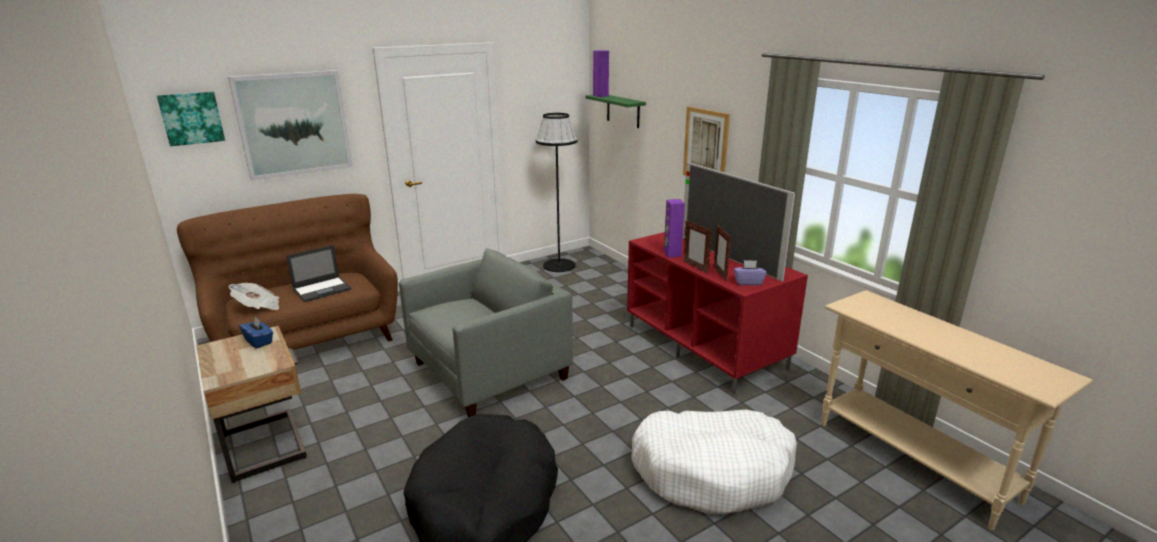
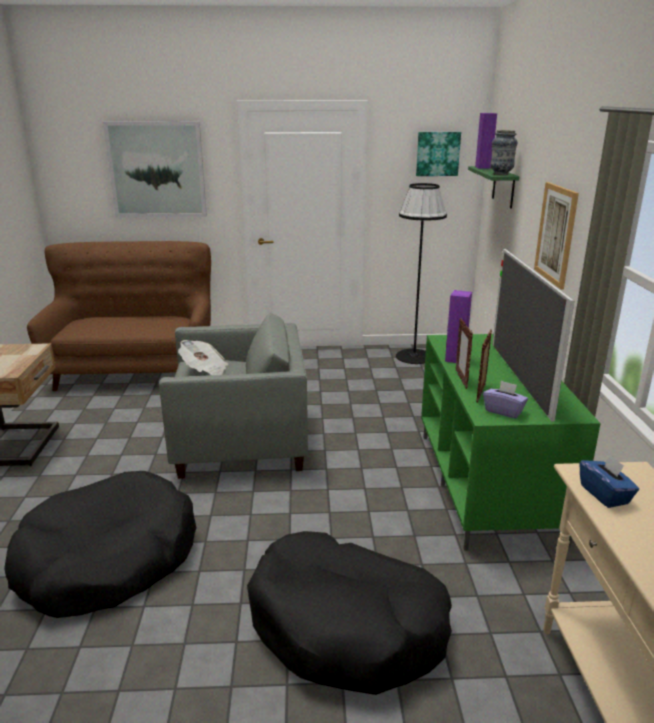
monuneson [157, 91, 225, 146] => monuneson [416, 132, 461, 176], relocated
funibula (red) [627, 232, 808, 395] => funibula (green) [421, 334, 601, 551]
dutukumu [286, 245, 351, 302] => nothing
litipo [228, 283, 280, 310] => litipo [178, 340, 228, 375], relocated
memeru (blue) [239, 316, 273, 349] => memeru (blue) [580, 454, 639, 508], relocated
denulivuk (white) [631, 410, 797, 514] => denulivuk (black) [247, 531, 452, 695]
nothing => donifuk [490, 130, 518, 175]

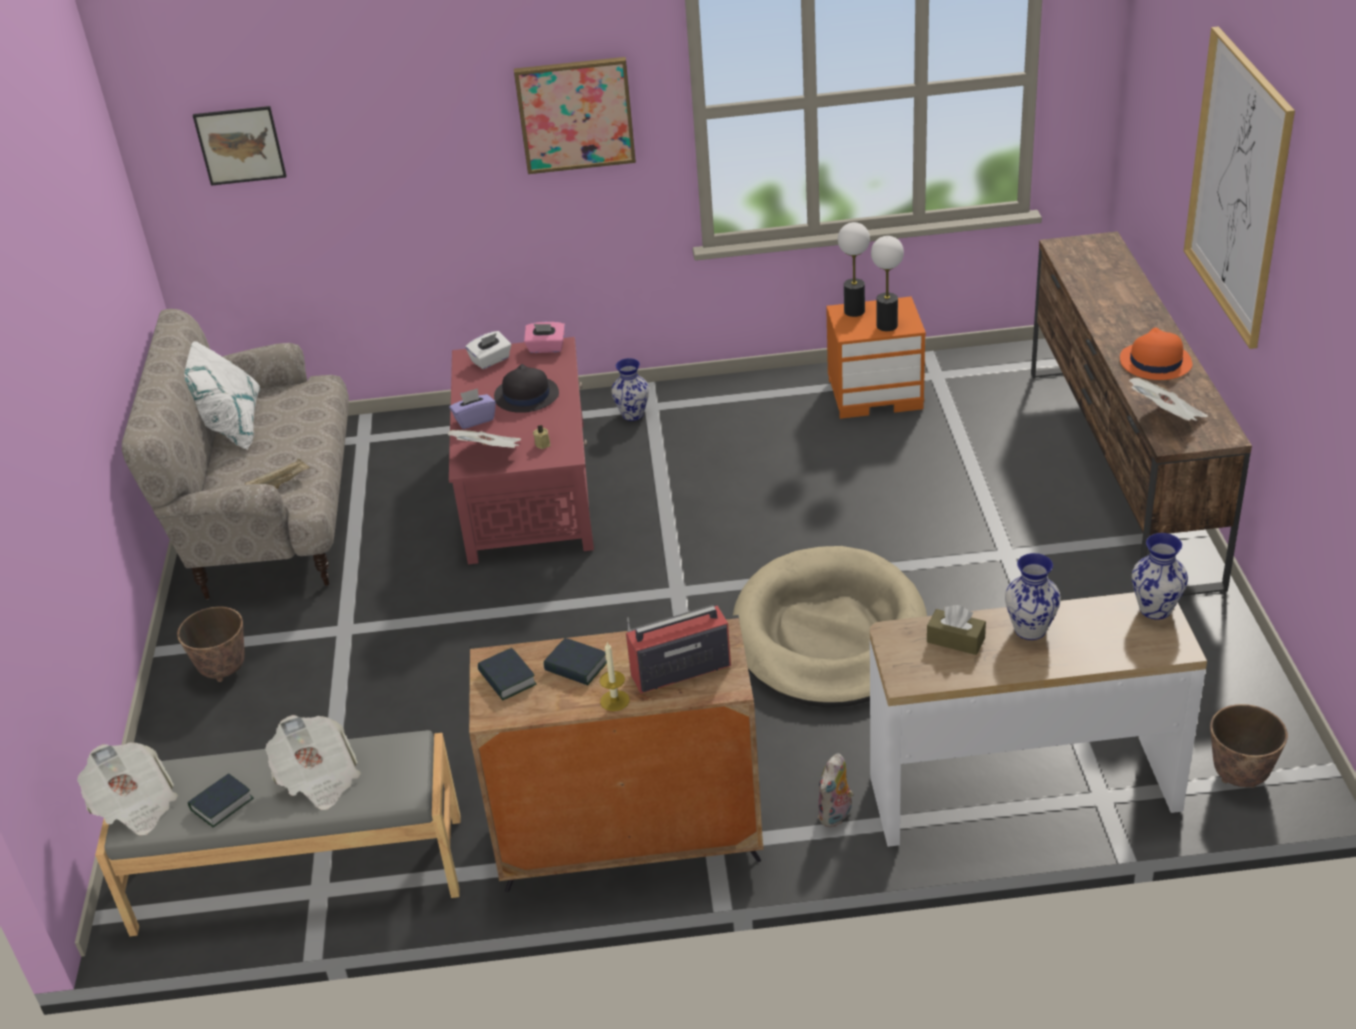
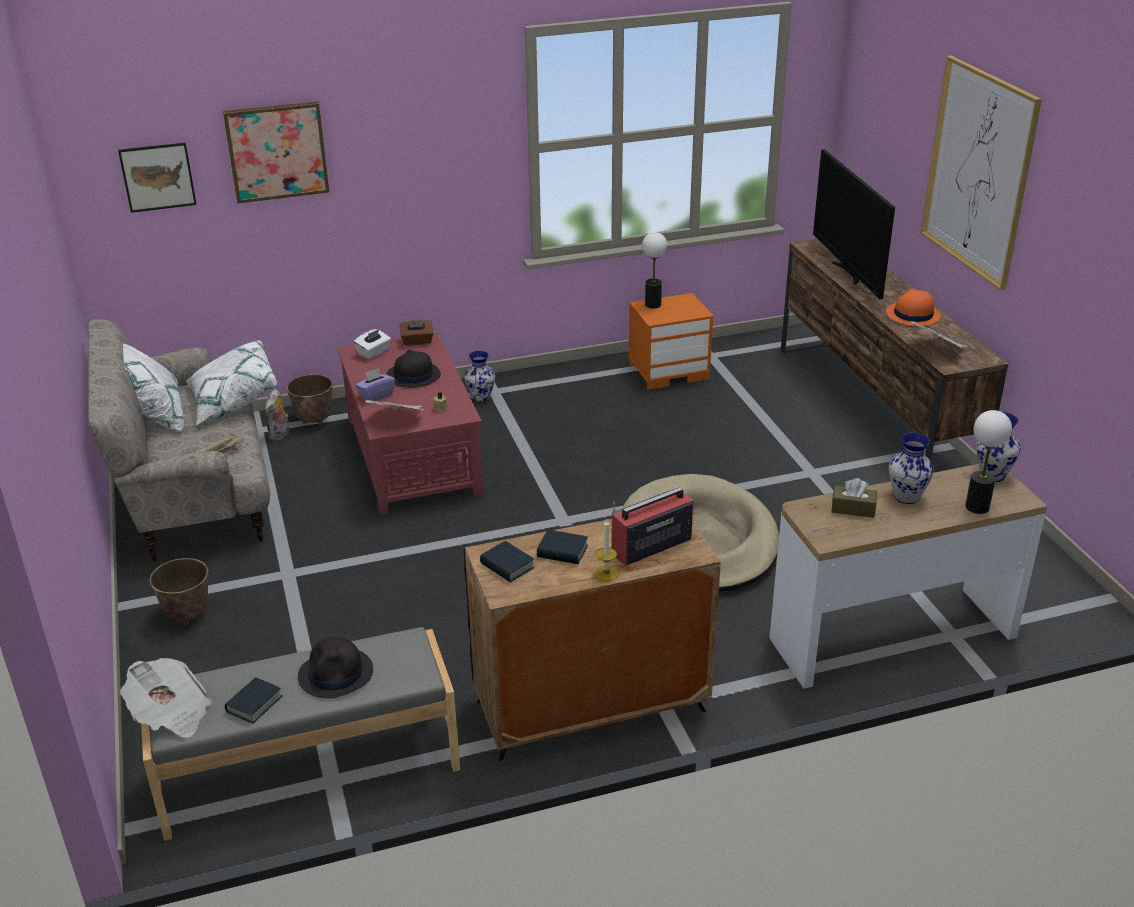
monuneson [514, 57, 636, 174] => monuneson [223, 101, 329, 203], relocated
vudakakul [871, 236, 904, 331] => vudakakul [965, 410, 1012, 514], relocated
memeru (pink) [524, 322, 565, 353] => memeru (brown) [399, 320, 434, 346]
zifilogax [1210, 704, 1288, 788] => zifilogax [286, 374, 333, 425], relocated
litipo [265, 715, 361, 810] => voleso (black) [298, 637, 373, 699]
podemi [817, 753, 854, 828] => podemi [264, 389, 290, 441], relocated
nothing => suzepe [813, 149, 895, 299]
nothing => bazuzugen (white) [186, 340, 277, 425]

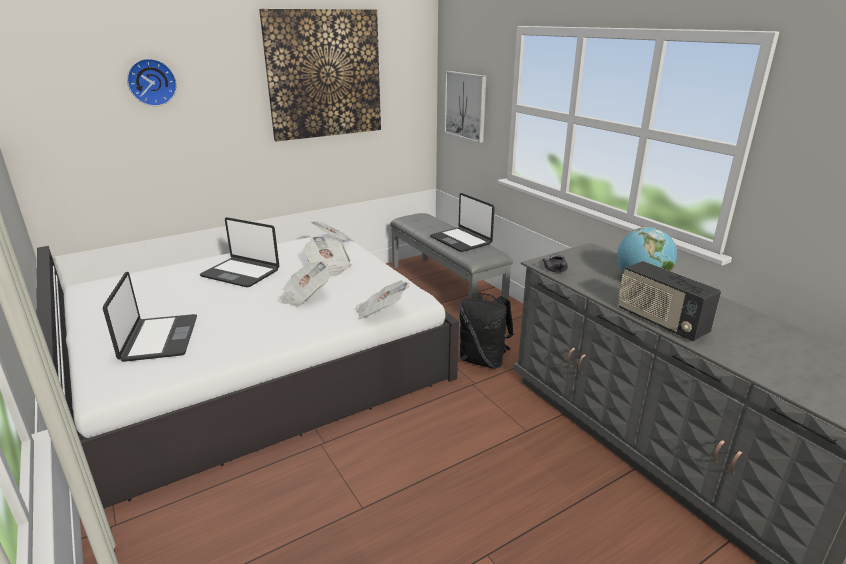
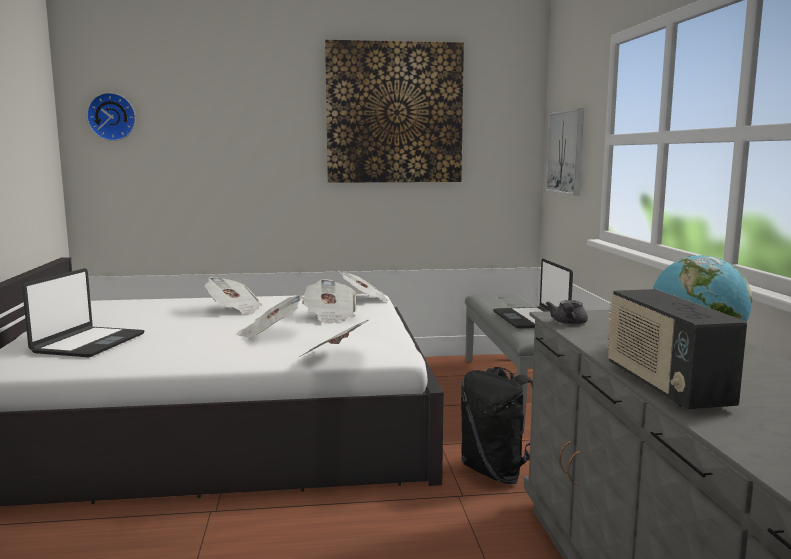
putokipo [127, 58, 177, 106] => putokipo [86, 93, 136, 141], relocated
dutukumu [200, 217, 279, 287] => litipo [205, 277, 263, 315]

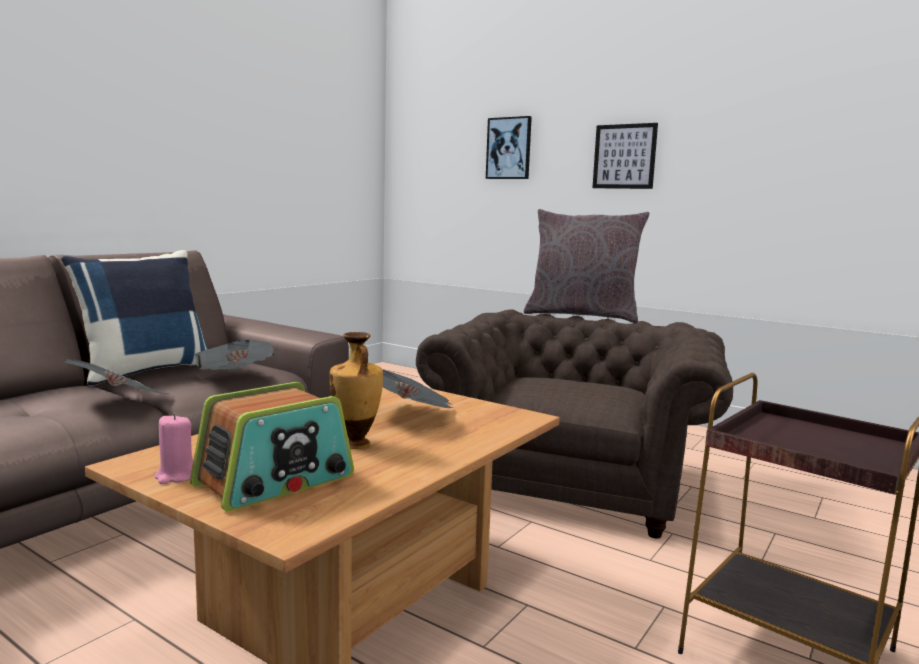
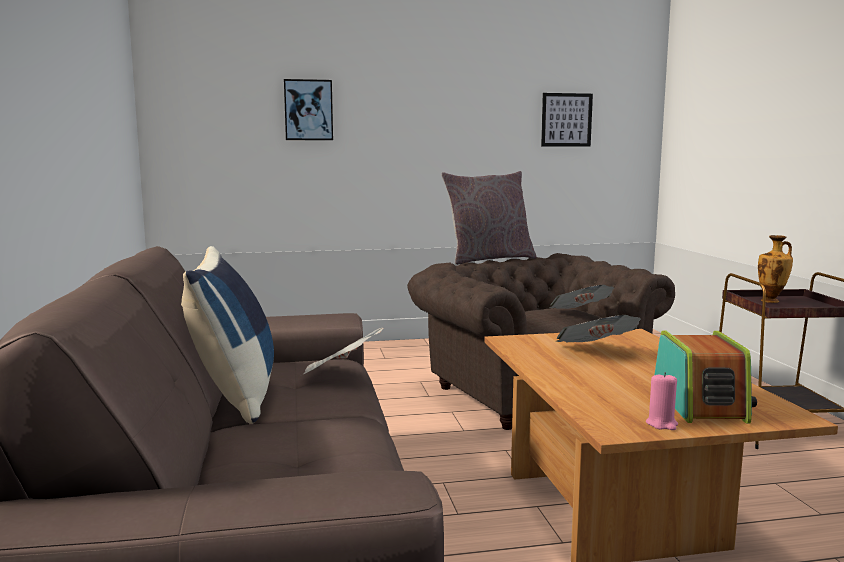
monuneson [592, 123, 658, 189] => monuneson [541, 93, 593, 147], relocated
donifuk [330, 332, 383, 449] => donifuk [758, 235, 793, 303], relocated
litipo [64, 359, 169, 394] => litipo [549, 285, 614, 309], relocated

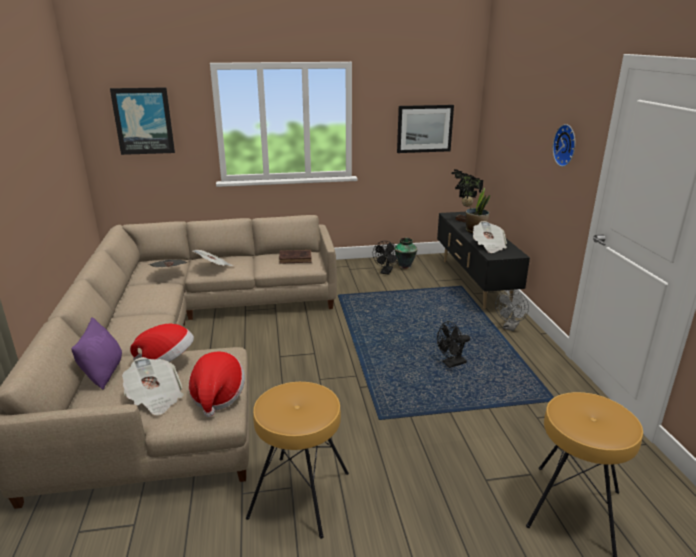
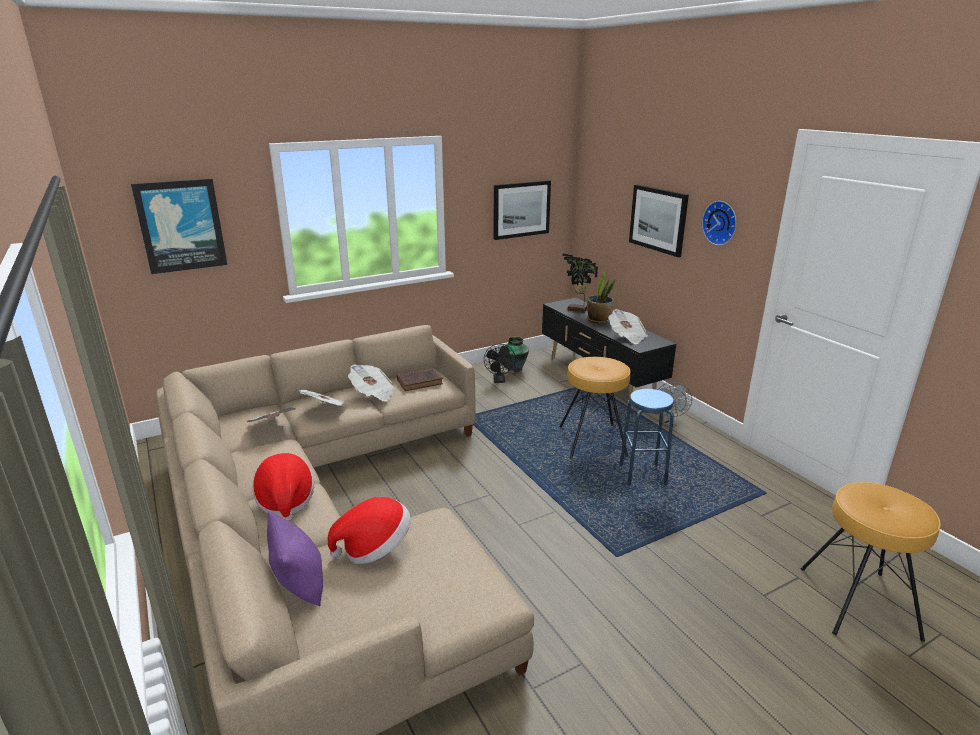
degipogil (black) [437, 321, 470, 368] => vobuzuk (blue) [620, 389, 674, 486]
voleso [189, 352, 245, 417] => voleso [252, 453, 314, 521], relocated
litipo [122, 357, 184, 416] => litipo [348, 364, 396, 401], relocated
vobuzuk (brown) [246, 382, 349, 539] => vobuzuk (brown) [560, 357, 631, 459], relocated
nothing => monuneson [629, 185, 689, 257]

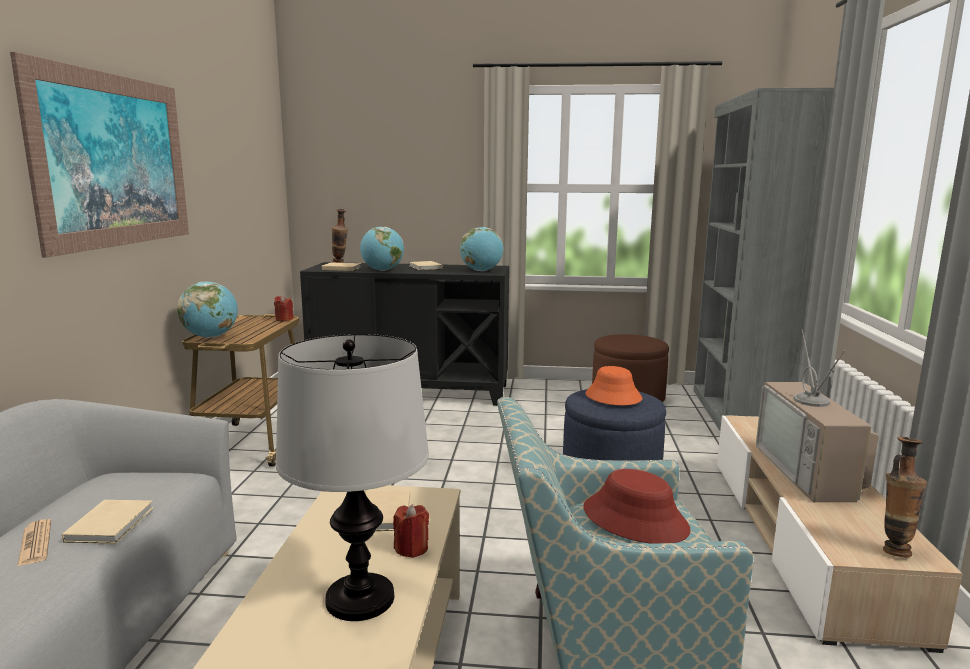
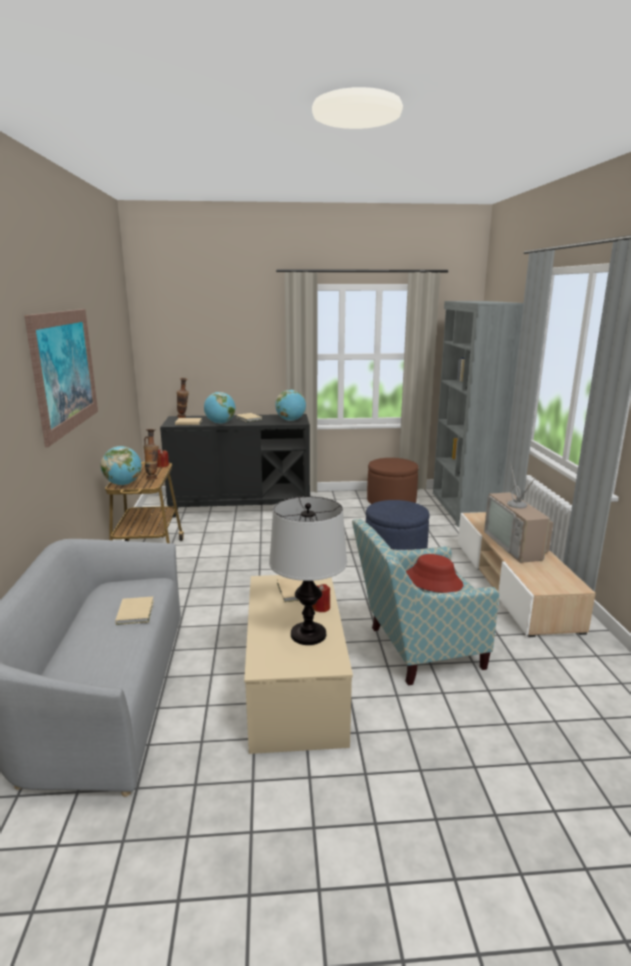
voleso (orange) [585, 366, 642, 405] => nothing
donifuk [883, 437, 927, 557] => donifuk [144, 429, 159, 480], relocated
litipo [17, 519, 51, 567] => nothing

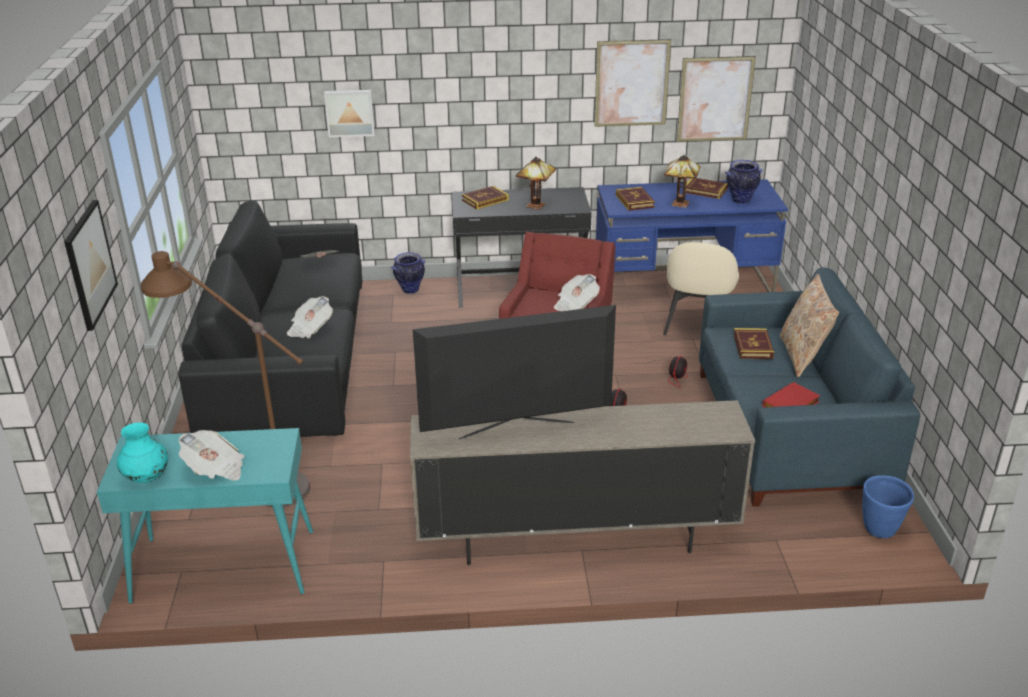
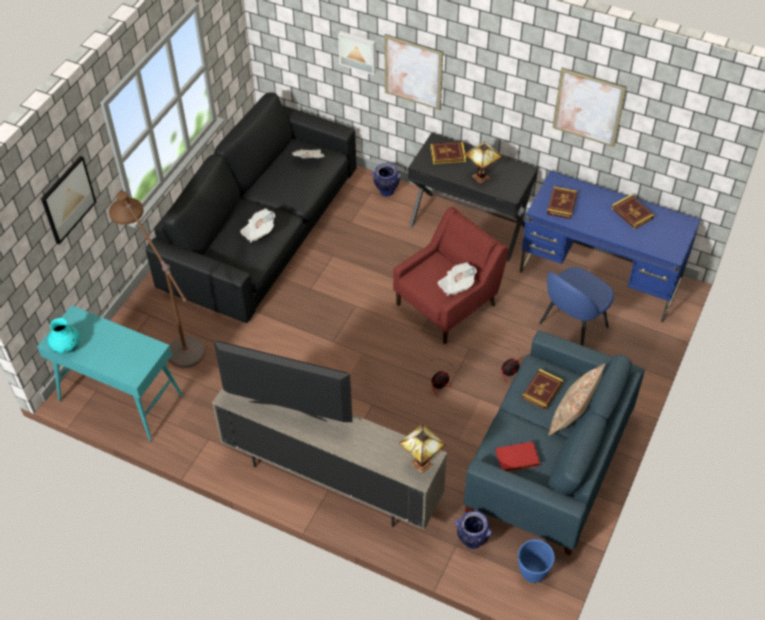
monuneson [677, 56, 756, 142] => monuneson [384, 34, 443, 110], relocated
vudakakul [664, 155, 701, 208] => vudakakul [399, 424, 446, 474], relocated
donifuk [725, 160, 763, 204] => donifuk [456, 511, 492, 549], relocated
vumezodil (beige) [663, 242, 739, 335] => vumezodil (blue) [539, 267, 614, 346]
litipo [179, 430, 244, 481] => nothing

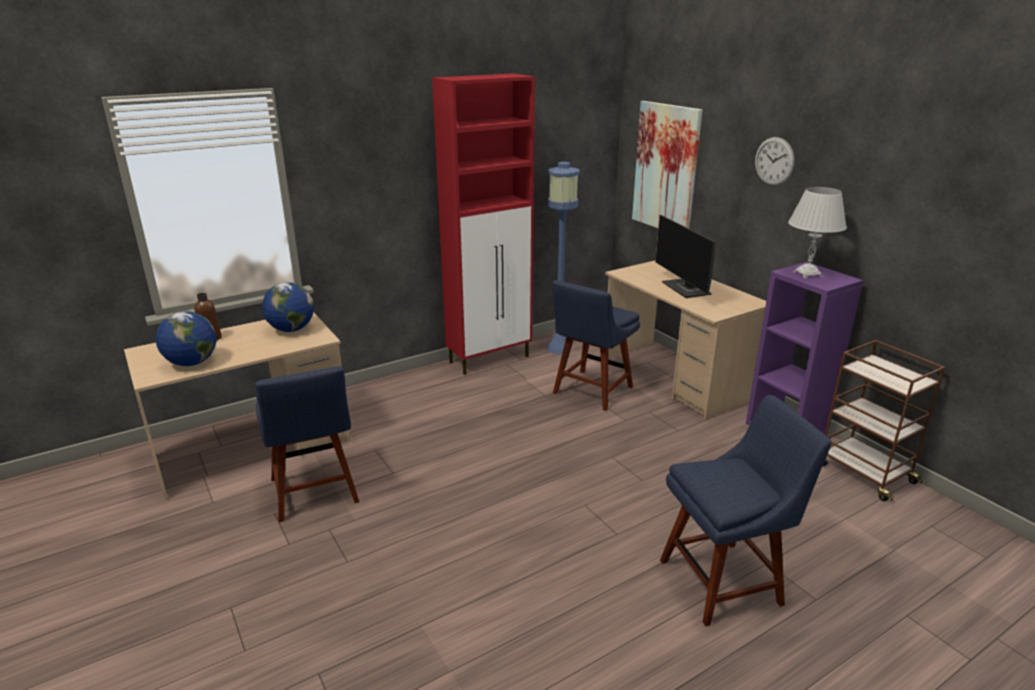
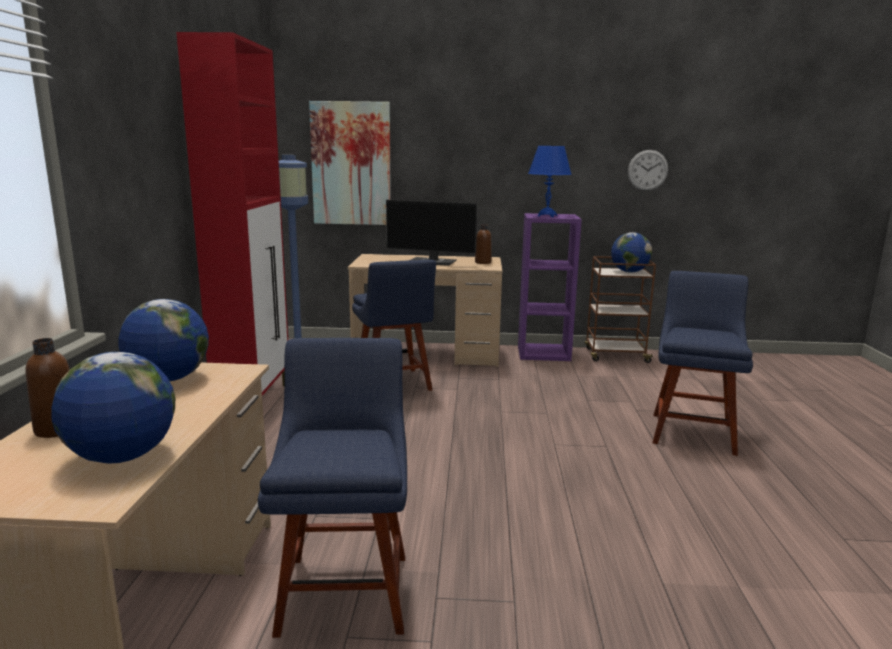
putokipo [755, 137, 794, 185] => putokipo [628, 150, 668, 191], relocated
vudakakul (white) [788, 187, 847, 278] => vudakakul (blue) [528, 146, 572, 217]
vumezodil (blue) [255, 366, 359, 522] => vumezodil (blue) [258, 338, 407, 638], 105 degrees counterclockwise
nothing => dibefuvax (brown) [475, 224, 491, 264]
nothing => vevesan [611, 232, 652, 273]

